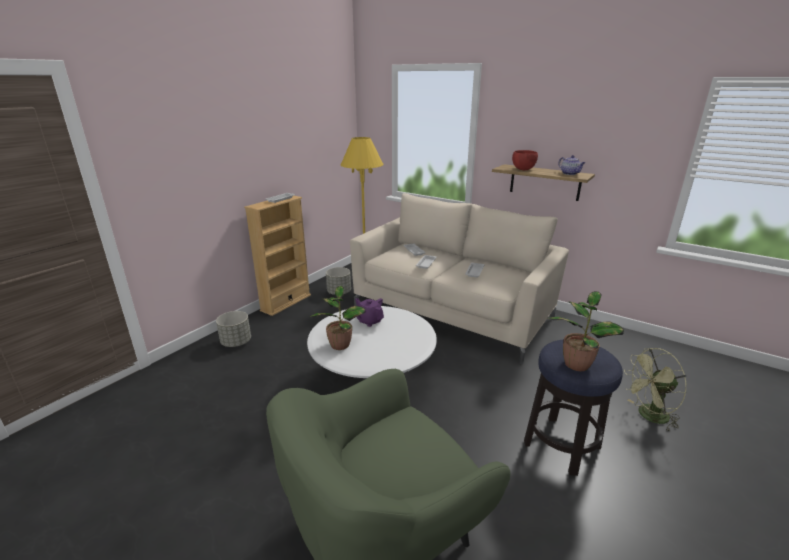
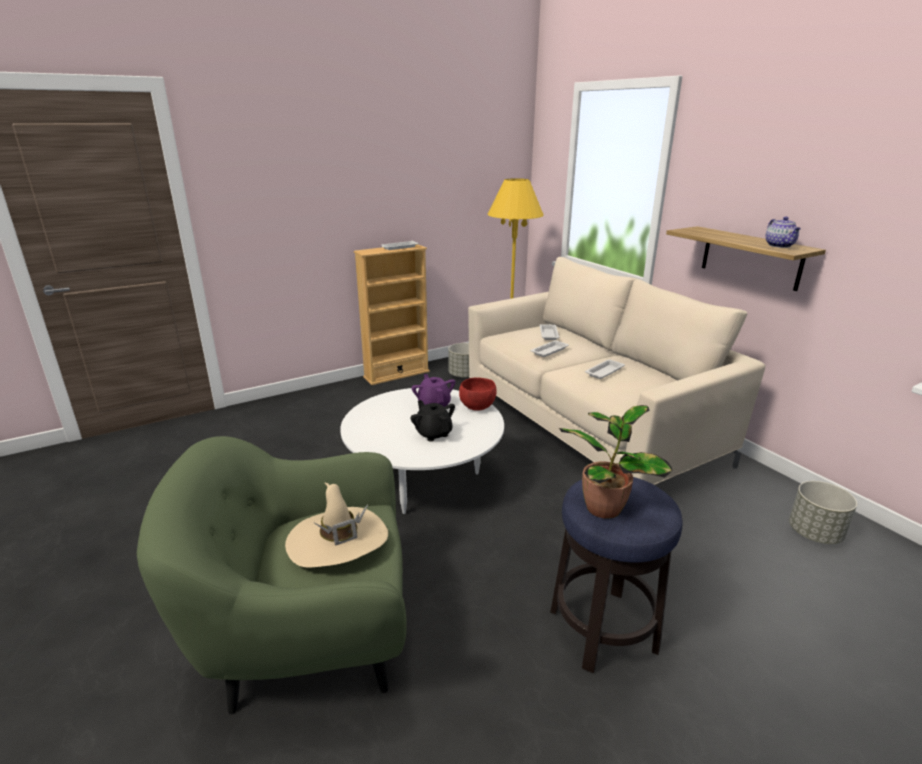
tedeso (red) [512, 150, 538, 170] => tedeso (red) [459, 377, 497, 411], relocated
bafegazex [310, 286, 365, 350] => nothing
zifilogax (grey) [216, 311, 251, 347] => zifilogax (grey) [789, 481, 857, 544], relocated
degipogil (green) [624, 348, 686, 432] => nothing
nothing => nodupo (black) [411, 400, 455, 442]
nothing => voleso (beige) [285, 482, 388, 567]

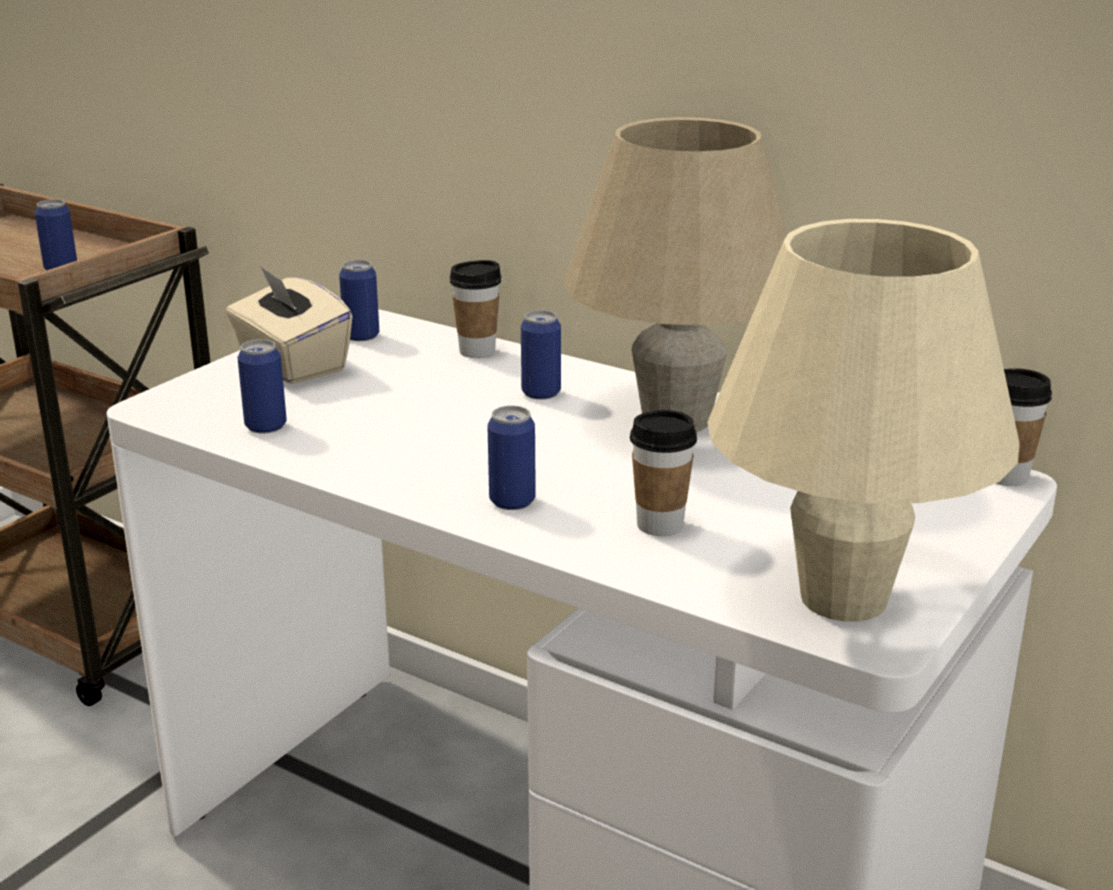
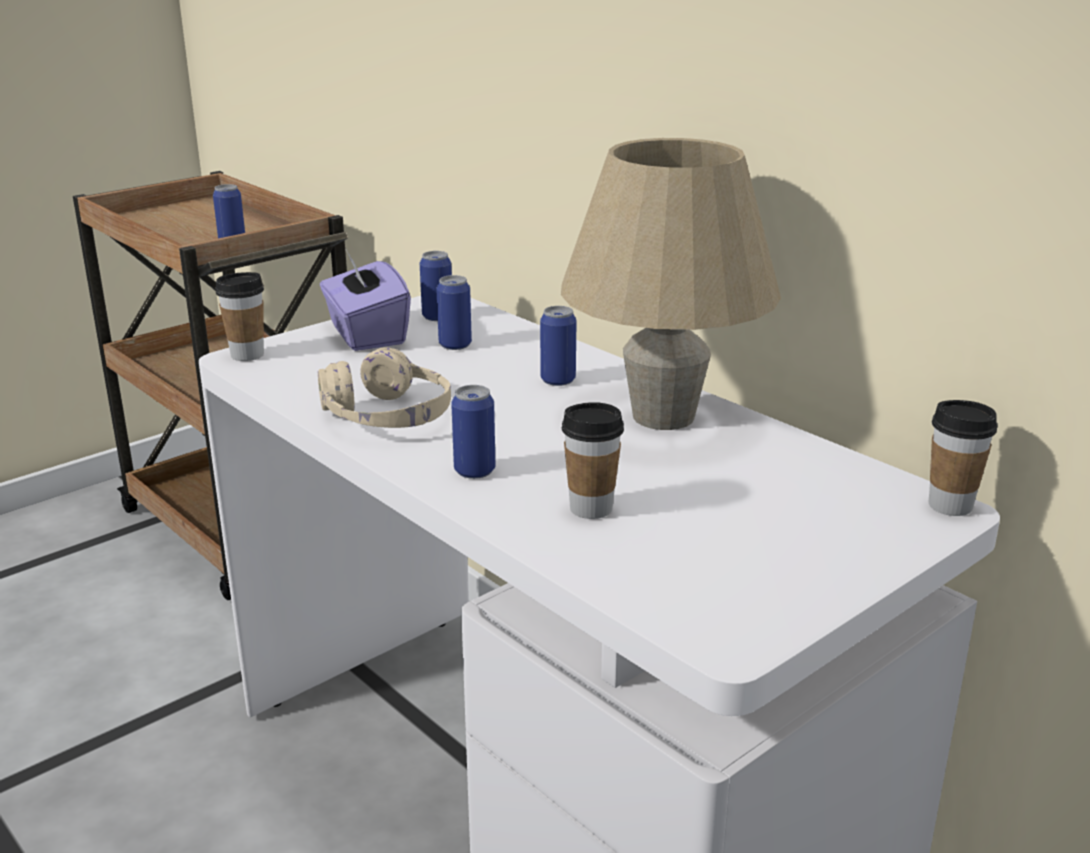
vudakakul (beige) [707, 219, 1020, 622] => nothing
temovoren [449, 260, 501, 358] => temovoren [215, 272, 264, 361], relocated
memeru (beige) [226, 267, 353, 384] => memeru (purple) [320, 248, 411, 351]
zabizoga [237, 339, 287, 434] => zabizoga [436, 275, 472, 350], relocated
nothing => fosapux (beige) [318, 347, 451, 428]

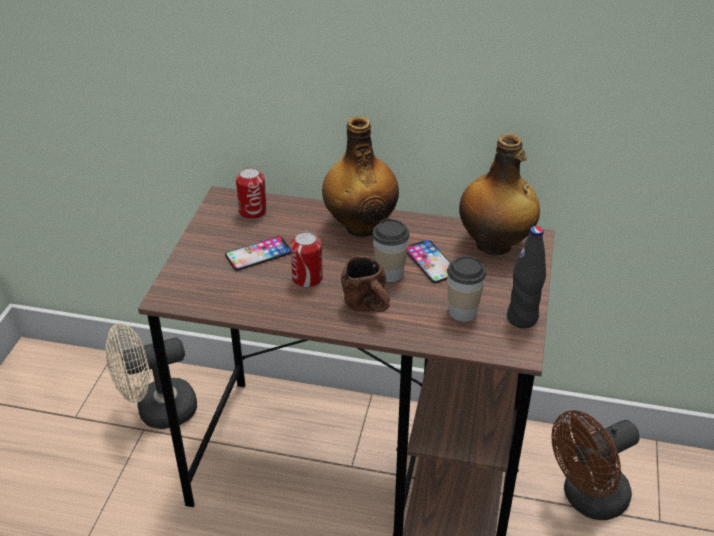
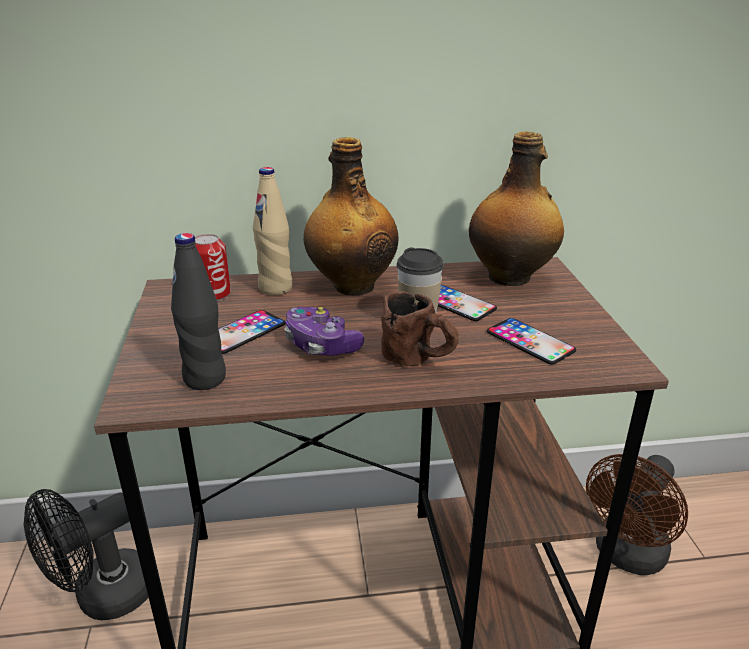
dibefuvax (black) [507, 226, 546, 328] => dibefuvax (black) [171, 233, 226, 390], relocated
zabizoga [290, 232, 323, 288] => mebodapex [284, 307, 364, 356]
temovoren [447, 256, 486, 322] => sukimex [487, 318, 576, 365]
degipogil (beige) [106, 323, 197, 429] => degipogil (black) [24, 489, 149, 620]
nothing => dibefuvax (beige) [253, 167, 292, 295]

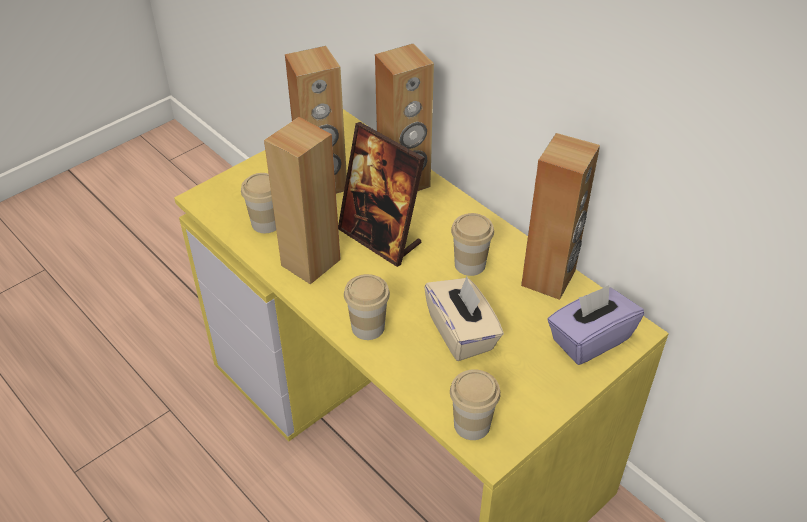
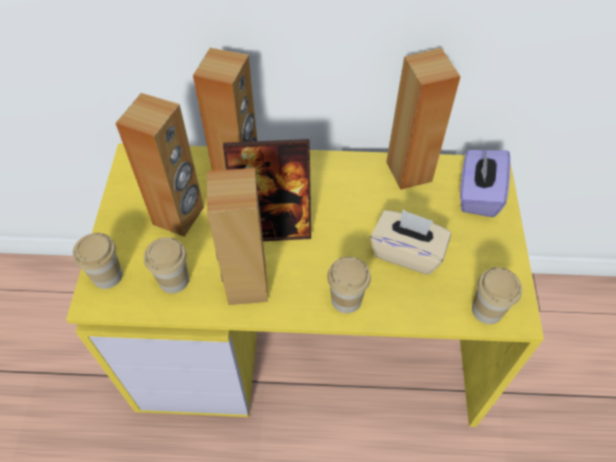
temovoren [451, 213, 494, 276] => temovoren [73, 233, 123, 289], relocated

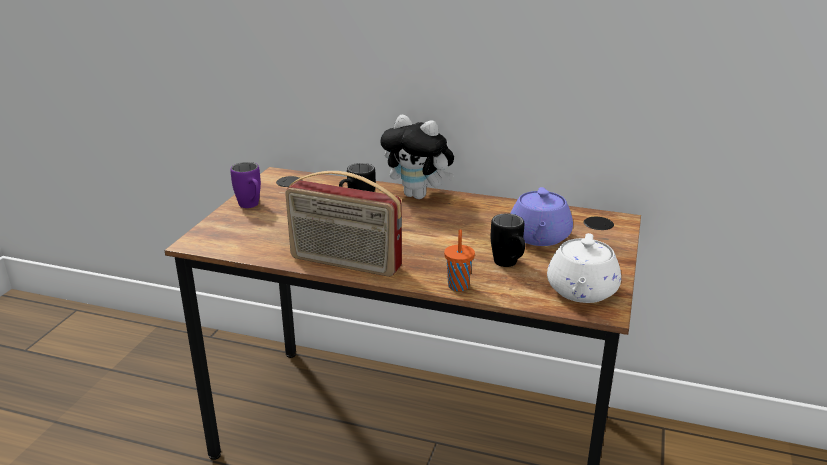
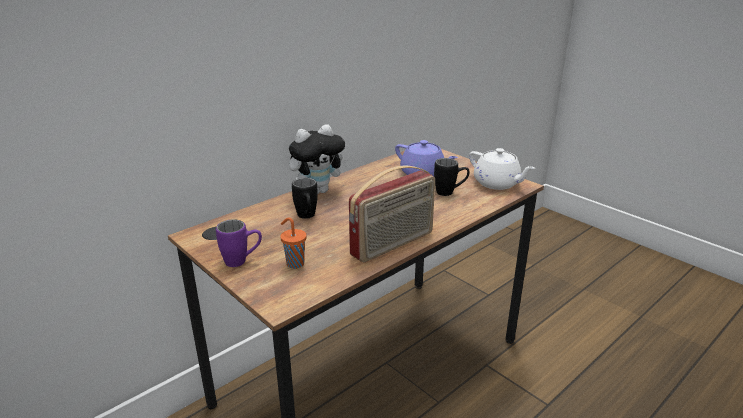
temovoren (orange) [444, 229, 475, 291] => temovoren (orange) [280, 217, 307, 269], relocated

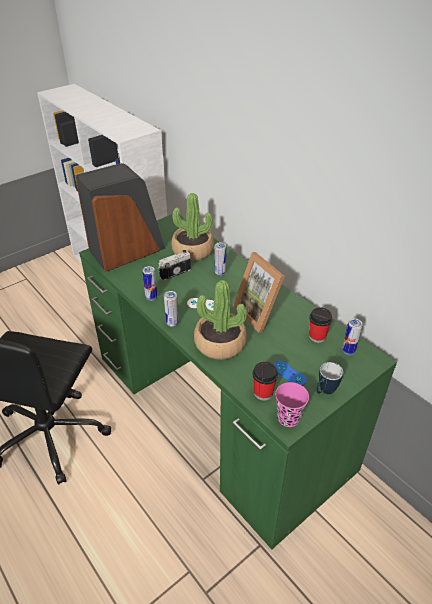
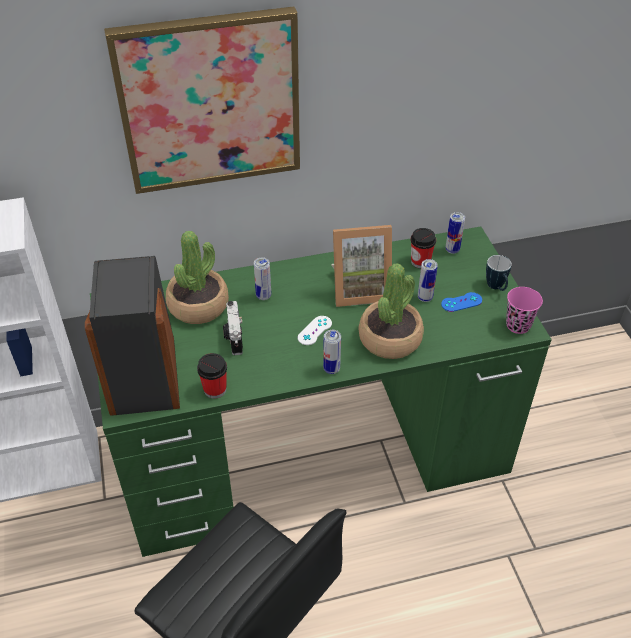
zabizoga [142, 266, 157, 301] => zabizoga [418, 259, 438, 302], relocated
temovoren [252, 362, 278, 401] => temovoren [197, 353, 227, 399], relocated
nothing => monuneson [104, 6, 300, 194]

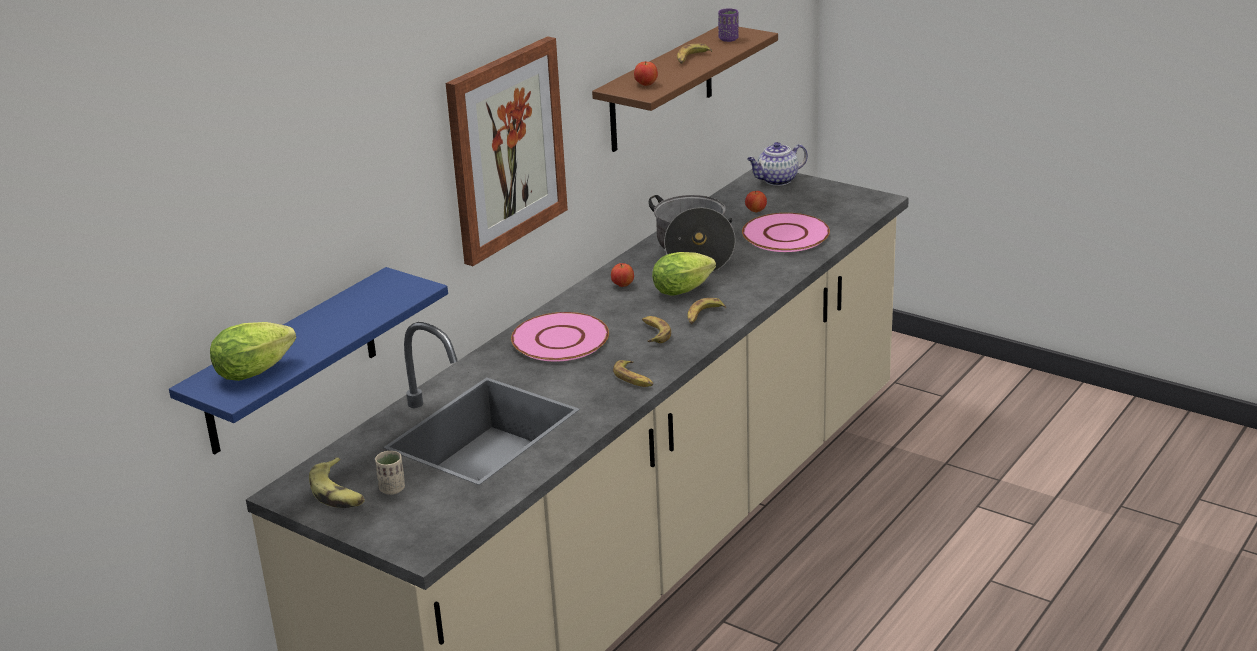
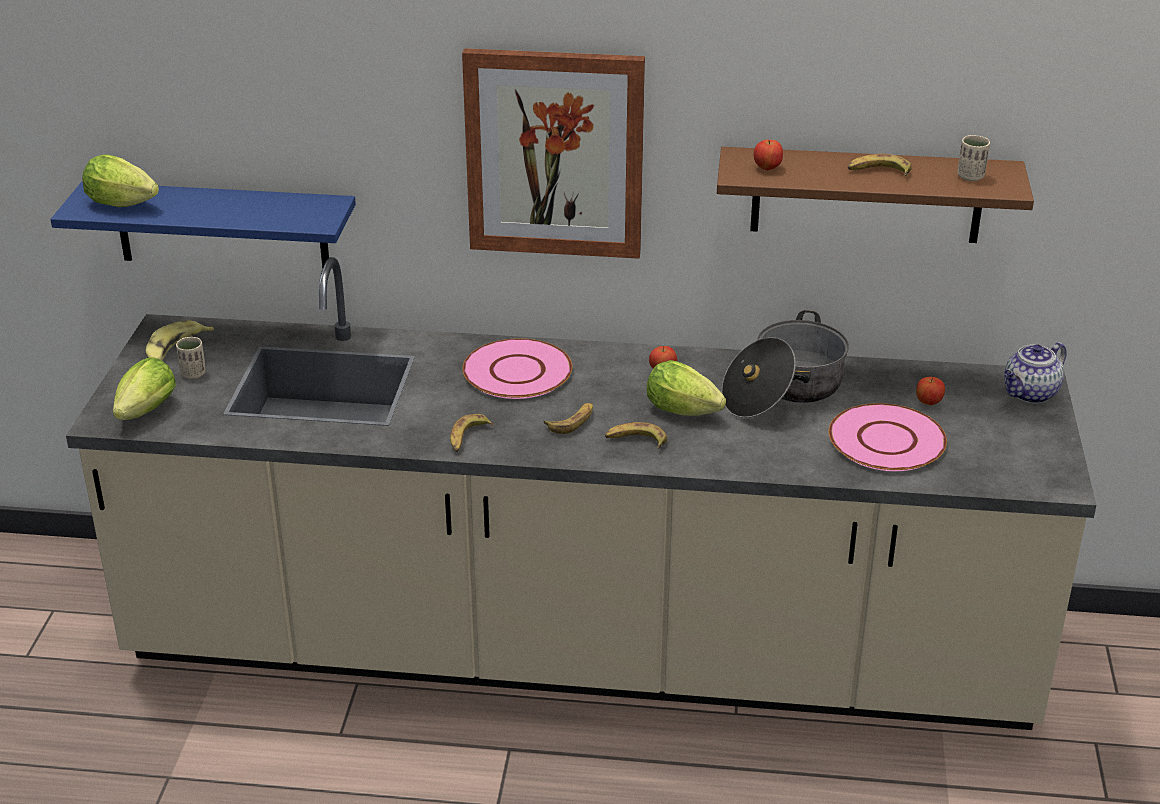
temovoren (purple) [718, 8, 739, 42] => temovoren (beige) [957, 135, 990, 181]
nodupo [747, 142, 808, 186] => nodupo [1004, 342, 1067, 403], 75 degrees counterclockwise
nothing => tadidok [113, 357, 176, 420]

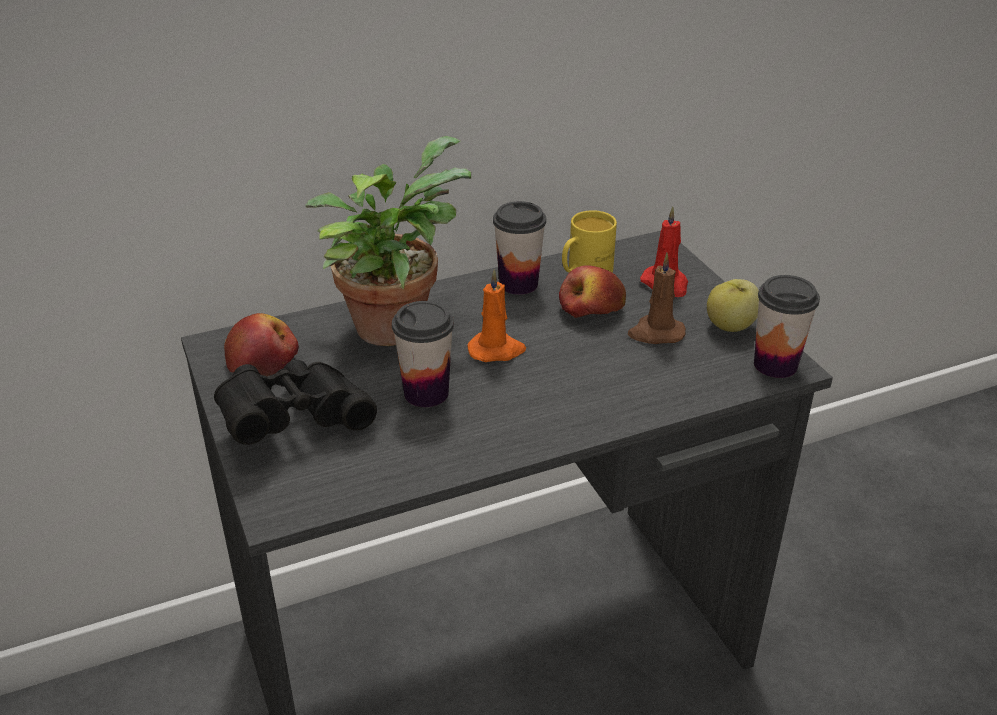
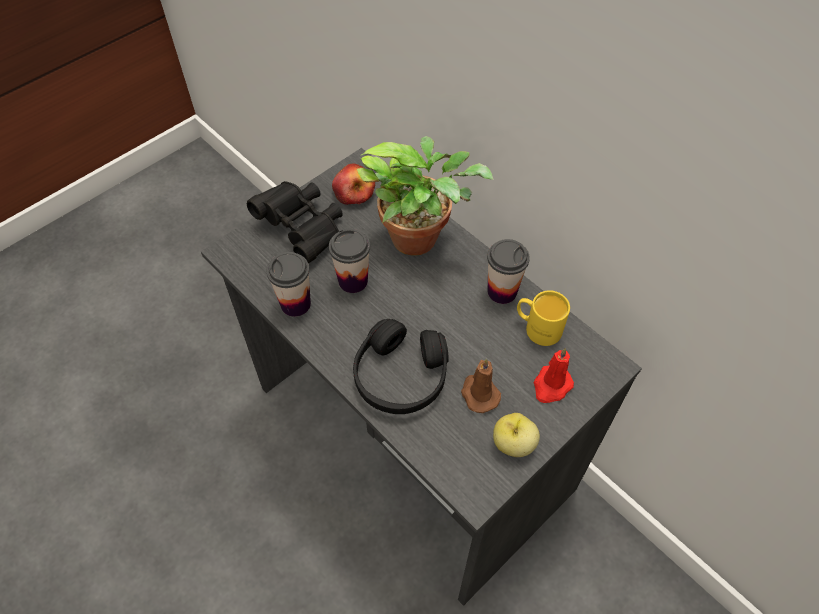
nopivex [559, 265, 626, 318] => nothing
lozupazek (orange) [467, 269, 526, 362] => nothing
temovoren [754, 275, 820, 378] => temovoren [267, 252, 311, 317], relocated
nothing => fosapux (black) [353, 319, 449, 414]

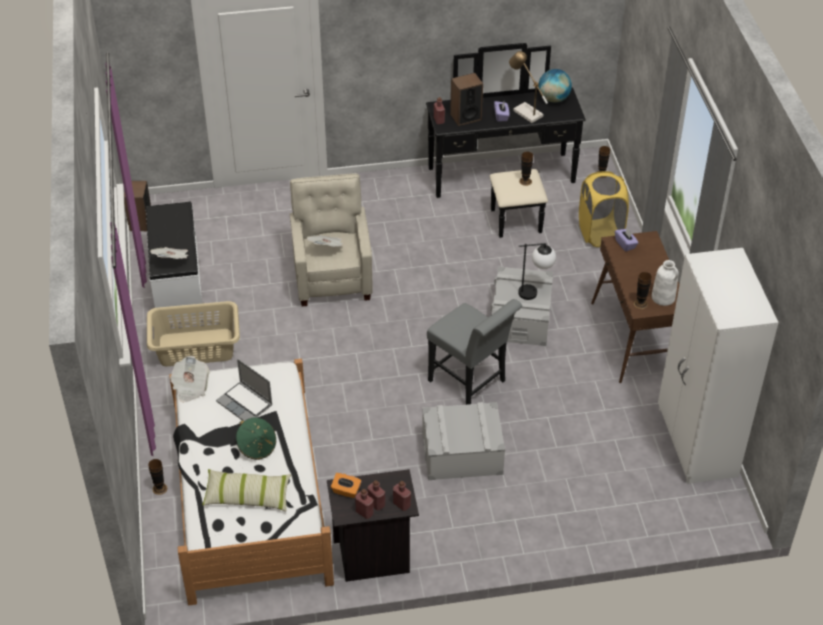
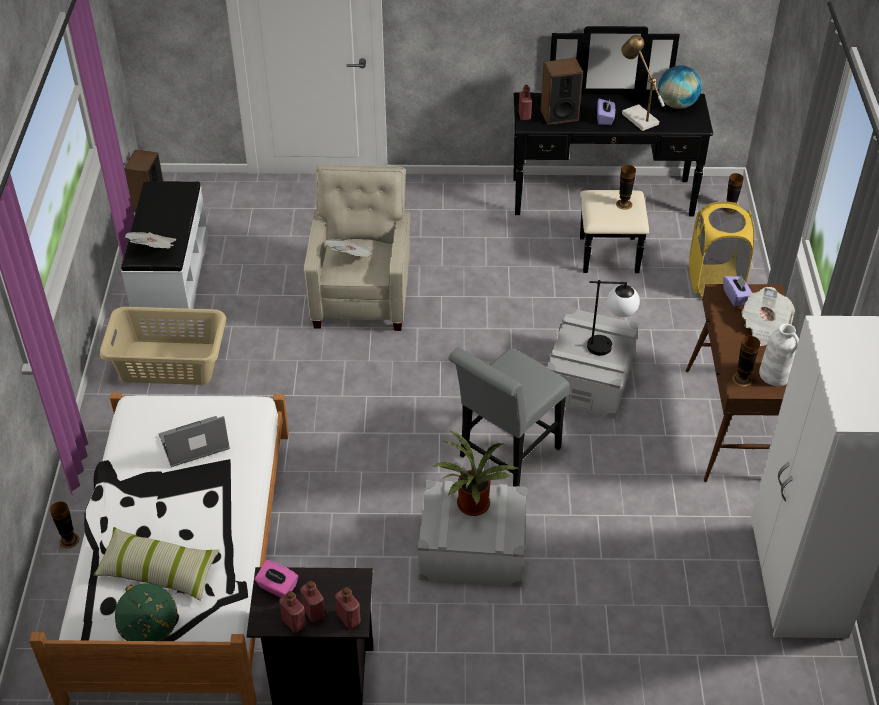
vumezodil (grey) [427, 299, 522, 405] => vumezodil (grey) [448, 348, 570, 487], 75 degrees clockwise
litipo [170, 356, 210, 403] => litipo [741, 287, 795, 346], relocated
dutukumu [216, 359, 273, 421] => dutukumu [158, 416, 230, 467], 105 degrees clockwise
voleso (green) [236, 417, 276, 460] => voleso (green) [115, 583, 177, 641], relocated
memeru (orange) [331, 473, 362, 498] => memeru (pink) [255, 560, 298, 598]
nothing => bafegazex [433, 431, 520, 516]

